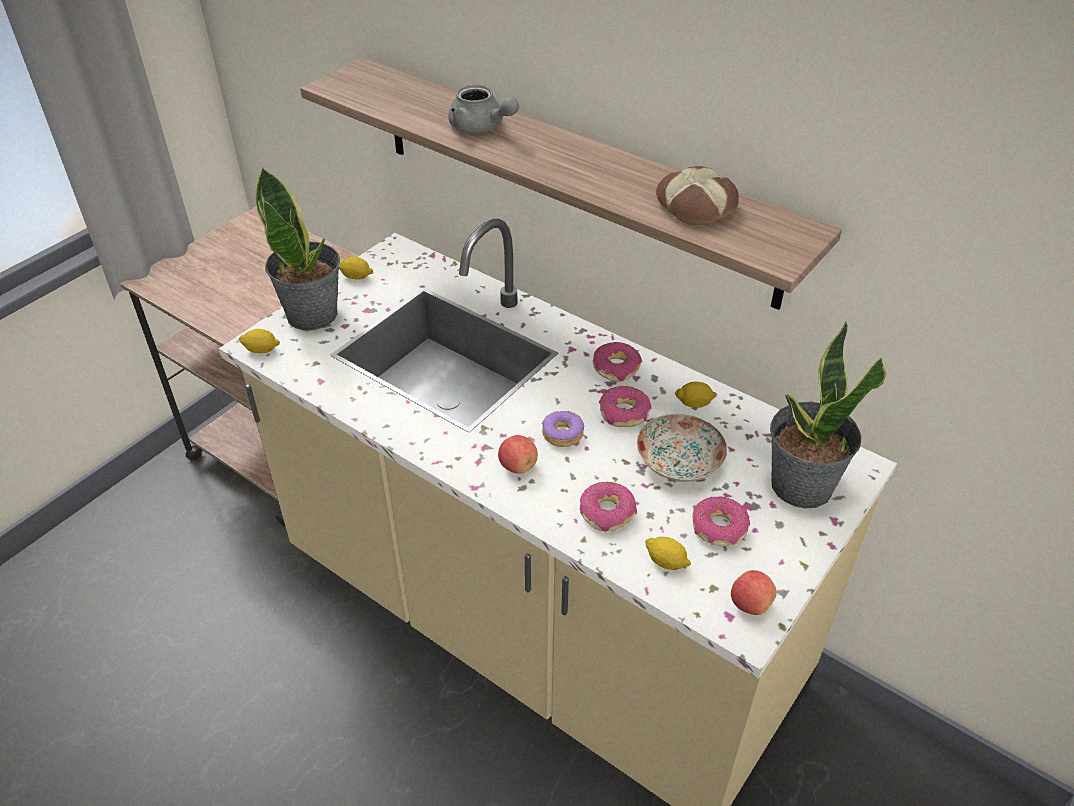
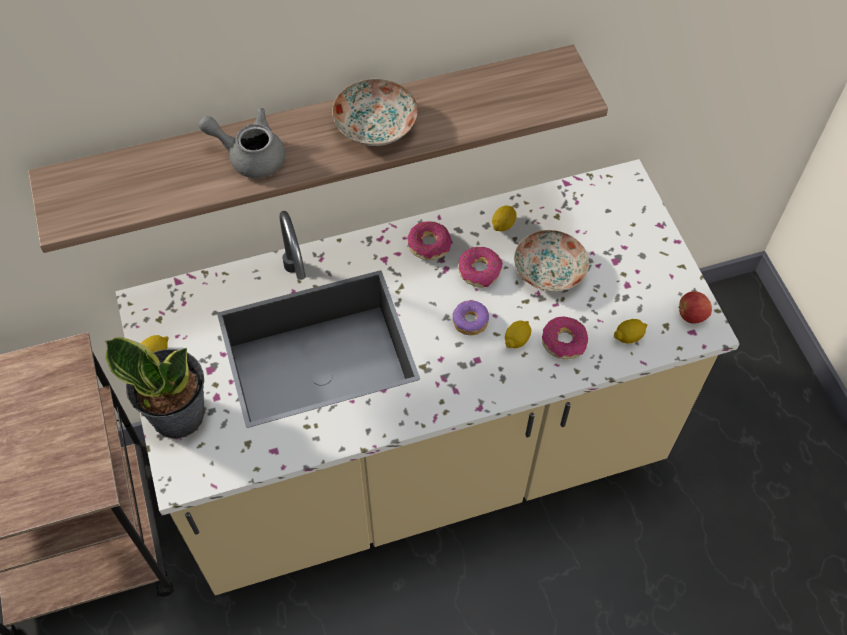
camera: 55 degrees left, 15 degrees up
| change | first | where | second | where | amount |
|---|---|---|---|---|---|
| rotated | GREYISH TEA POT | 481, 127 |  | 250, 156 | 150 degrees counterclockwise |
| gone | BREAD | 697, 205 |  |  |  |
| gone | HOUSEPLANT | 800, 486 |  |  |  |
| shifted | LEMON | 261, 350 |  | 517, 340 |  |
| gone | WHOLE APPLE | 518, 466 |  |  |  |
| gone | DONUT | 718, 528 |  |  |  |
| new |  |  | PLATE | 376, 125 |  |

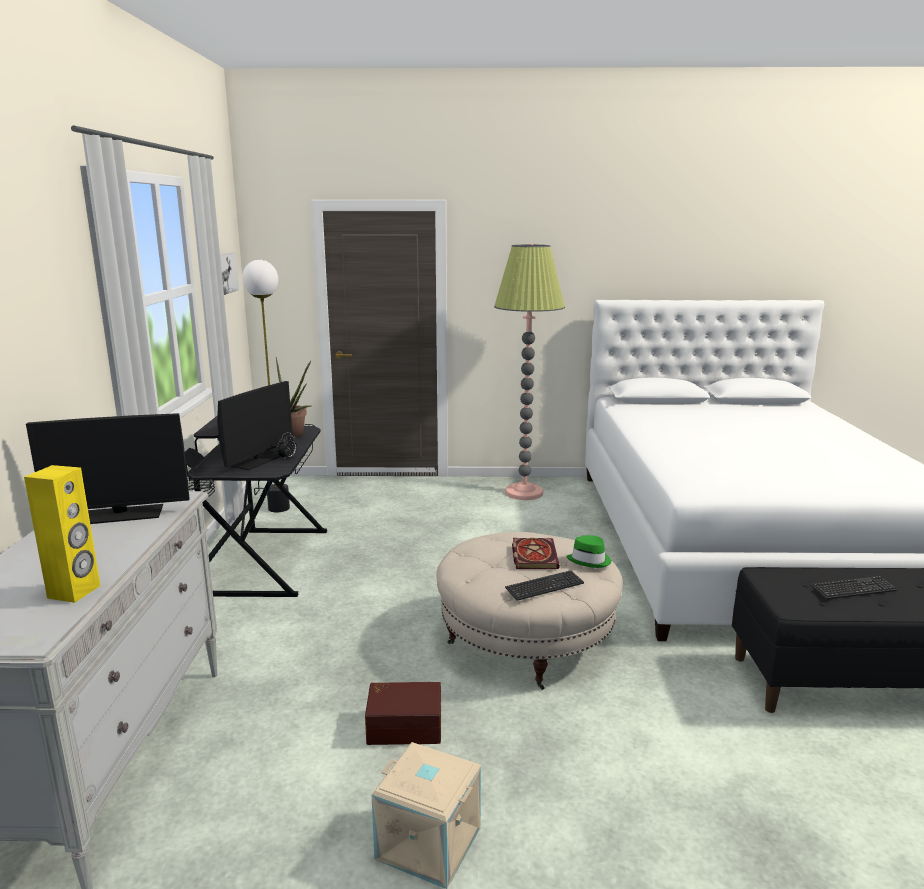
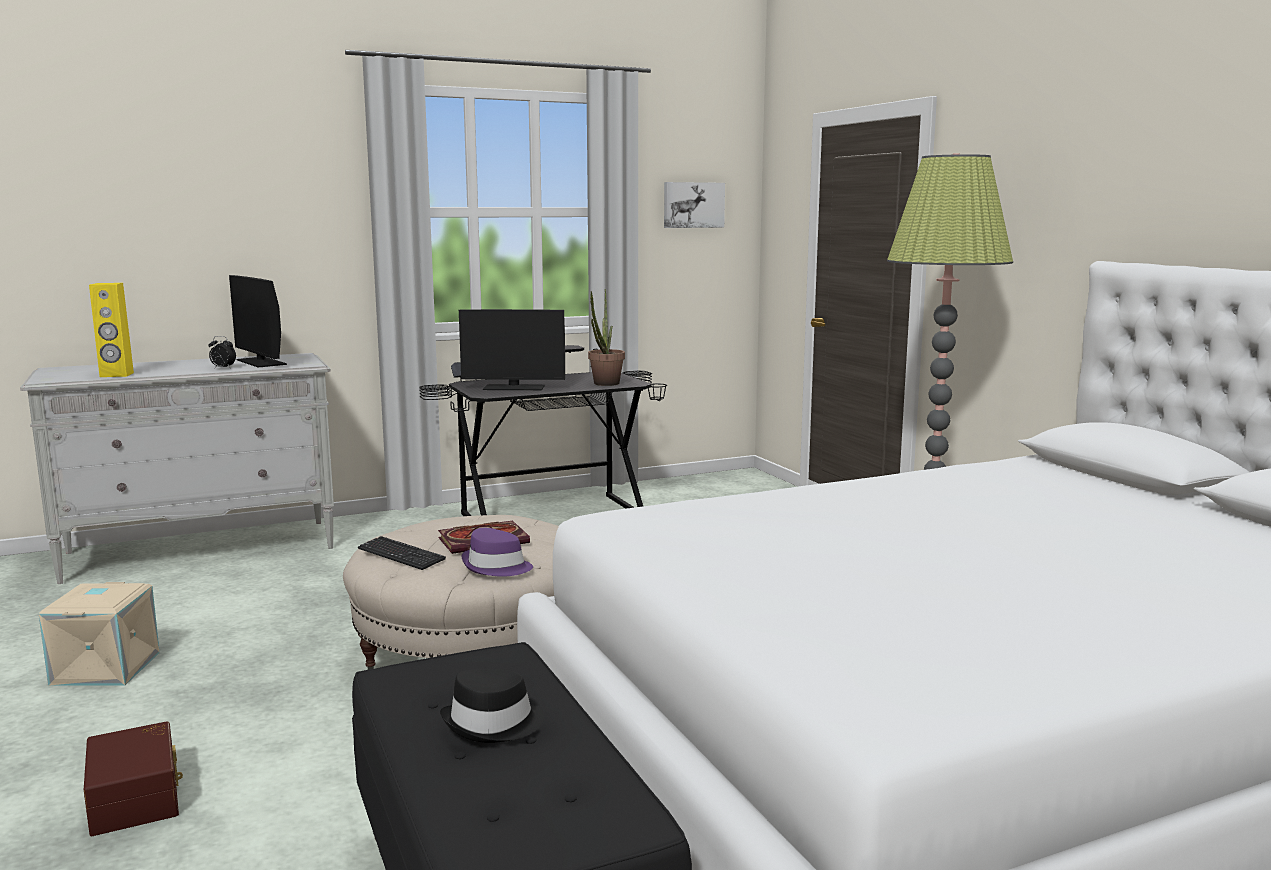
camera: 65 degrees right, 5 degrees down
| change | first | where | second | where | amount |
|---|---|---|---|---|---|
| gone | STANDARD LAMP | 279, 508 |  |  |  |
| shifted | TABLE CLOCK | 288, 458 |  | 222, 368 |  |
| repainted | GREEN HAT | 590, 560 | PURPLISH HAT | 496, 567 |  |
| swapped | PC KEYBOARD | 853, 589 | BLACK-COLOURED HAT | 493, 724 |  |
| shifted | BROWN STORAGE CONTAINER | 404, 725 |  | 137, 797 |  |

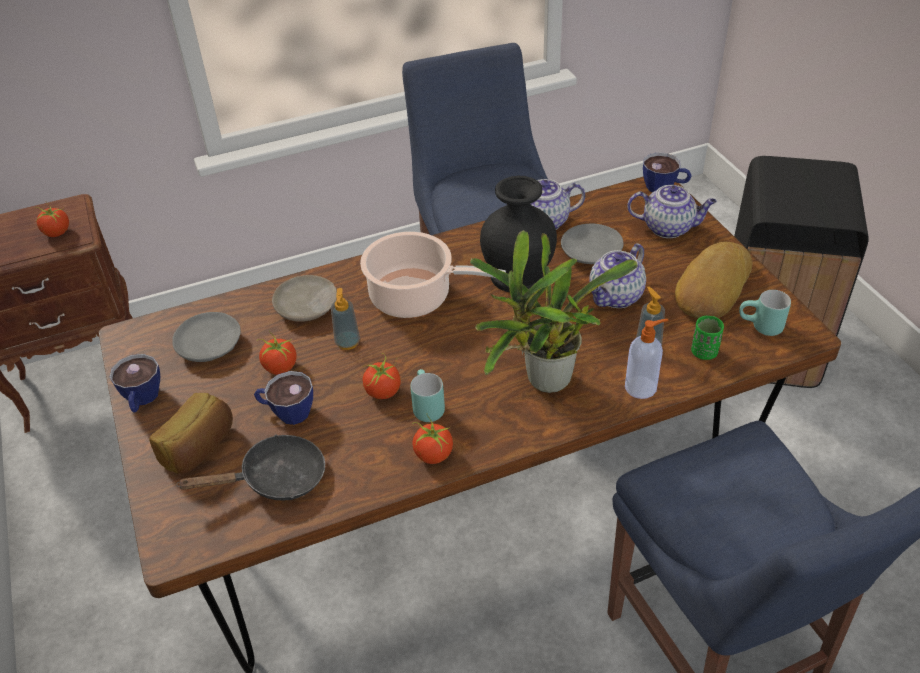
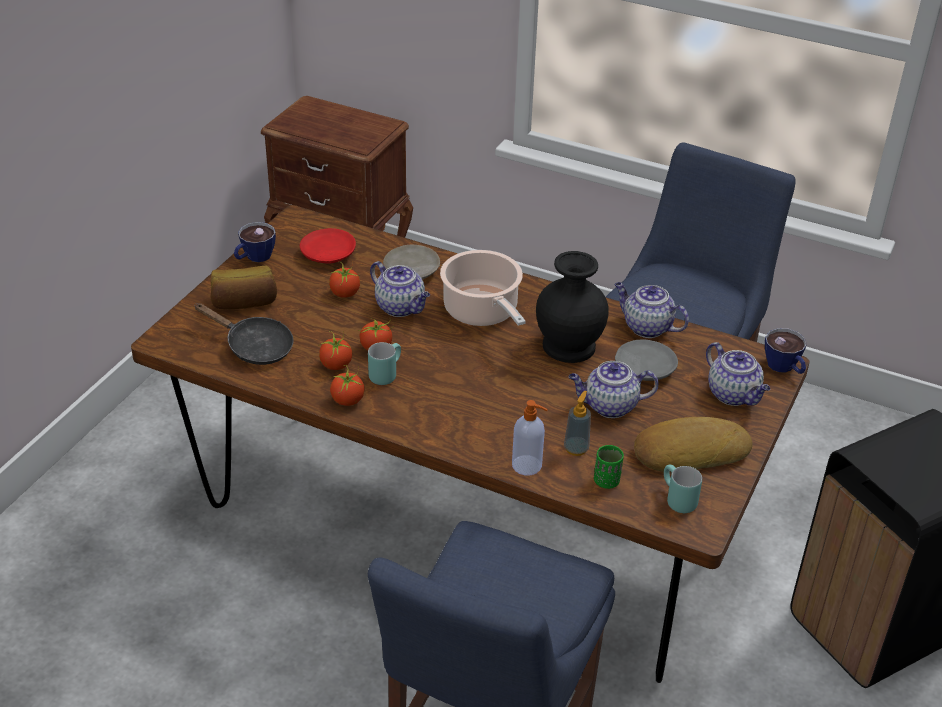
camera: 45 degrees right, 5 degrees down
| change | first | where | second | where | amount |
|---|---|---|---|---|---|
| shifted | TOMATO | 57, 232 |  | 336, 365 |  |
| gone | HOUSEPLANT | 543, 383 |  |  |  |
| swapped | LIQUID SOAP BOTTLE | 347, 342 | TEA POT | 401, 307 |  |
| repainted | GREYISH PLATE | 209, 346 | RED-COLOURED PLATE | 327, 254 |  |
| gone | SMALL CUP | 287, 412 |  |  |  |

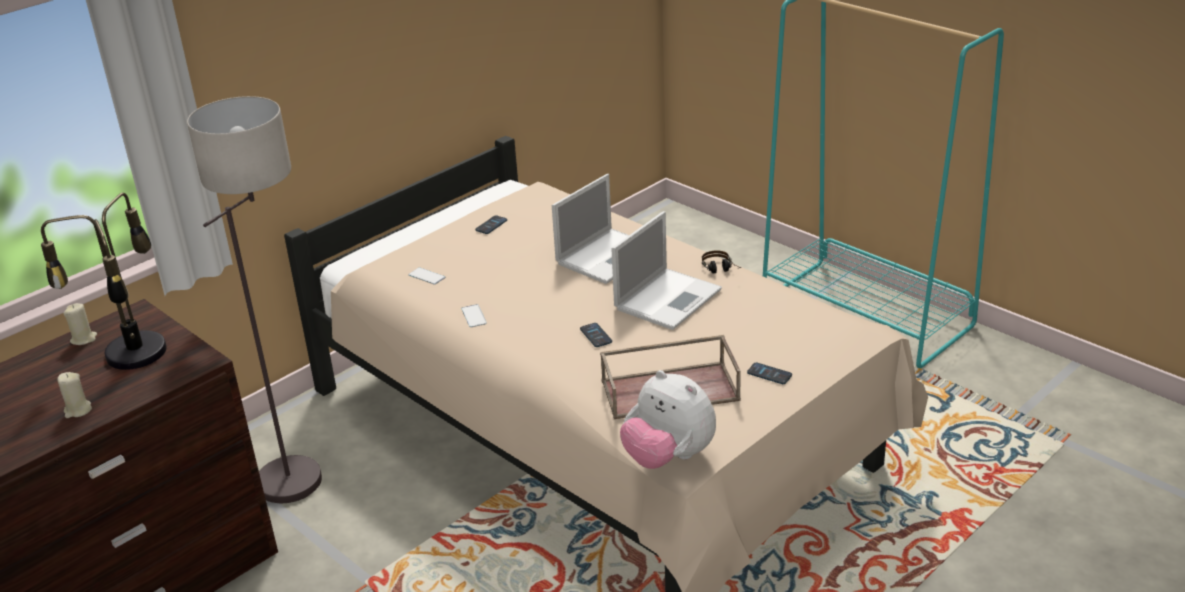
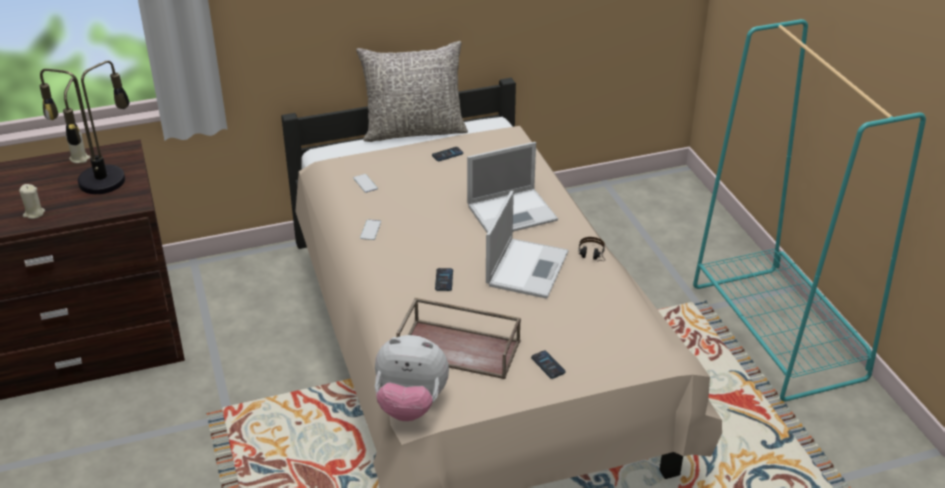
camera: 25 degrees right, 5 degrees up
| change | first | where | second | where | amount |
|---|---|---|---|---|---|
| gone | GREYISH STANDARD LAMP | 302, 470 |  |  |  |
| rotated | LAPTOP | 669, 298 |  | 527, 267 | 45 degrees counterclockwise |
| rotated | PLUSH TOY | 668, 457 |  | 410, 405 | 60 degrees counterclockwise |
| new |  |  | GREYISH THROW PILLOW | 414, 130 |  |

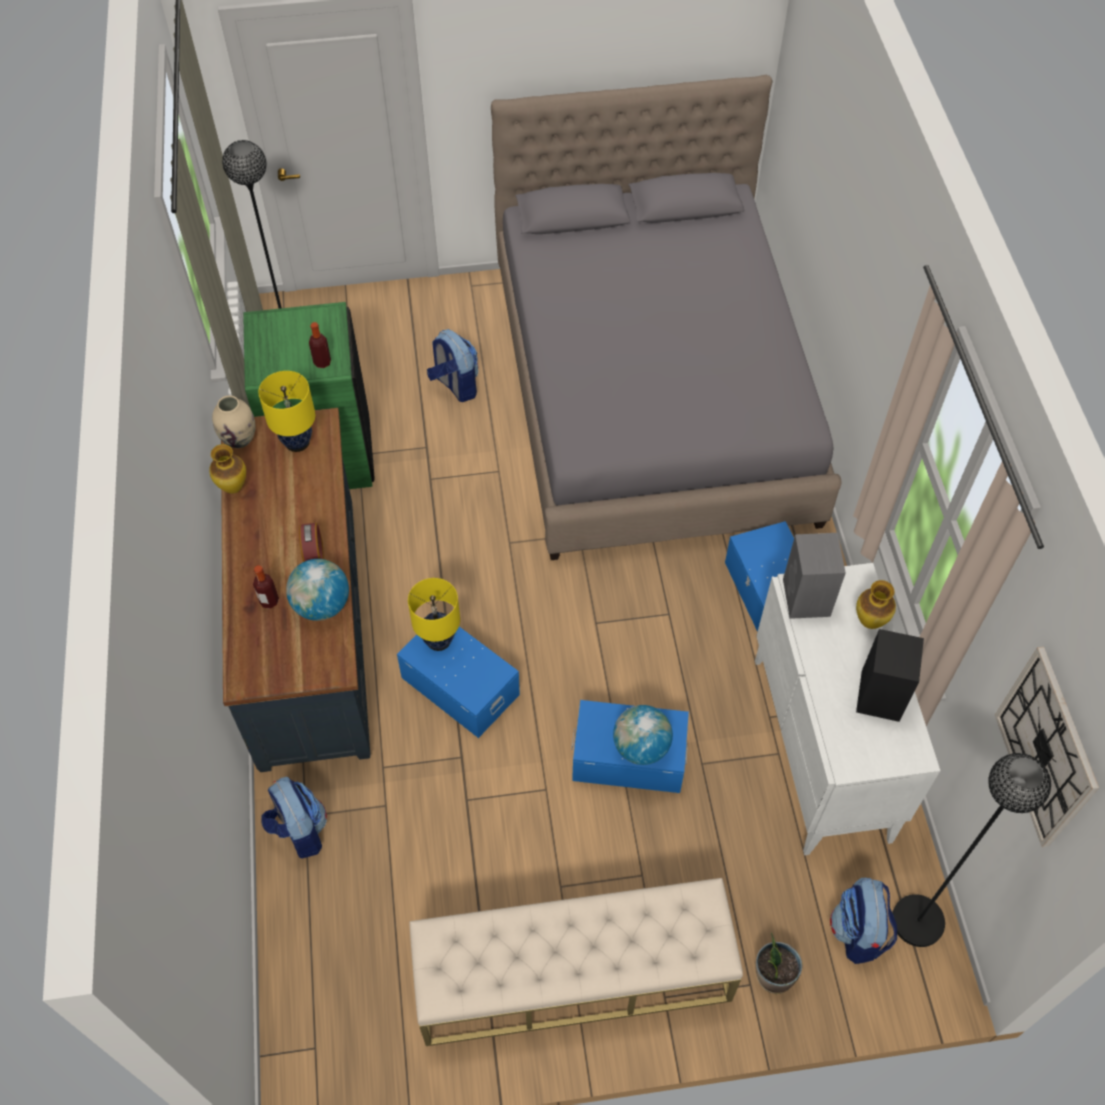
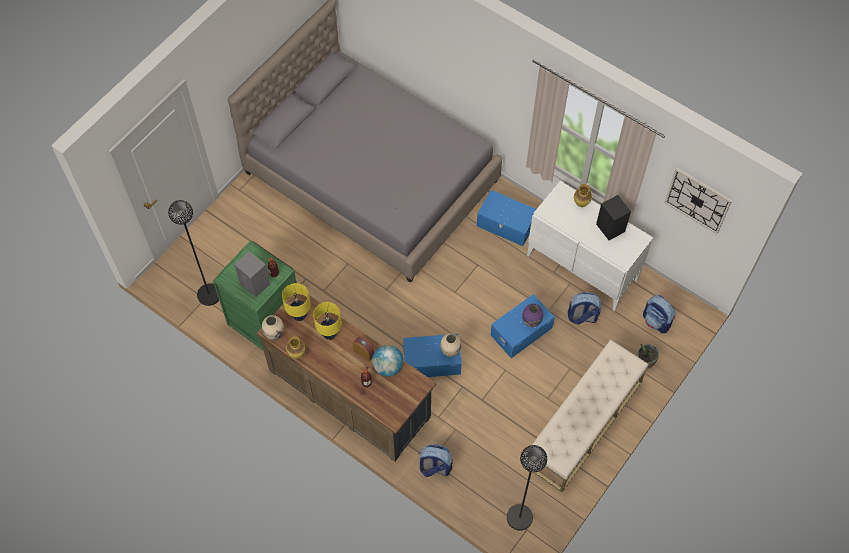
camera: 45 degrees left, 5 degrees up
| change | first | where | second | where | amount |
|---|---|---|---|---|---|
| shifted | RUCKSACK | 455, 385 |  | 582, 317 |  |
| shifted | GREYISH AUDIO SPEAKER | 806, 599 |  | 255, 284 |  |
| shifted | YELLOW-COLOURED TABLE LAMP | 439, 640 |  | 330, 333 |  |
| swapped | GLOBE | 641, 747 | PURPLISH DECORATIVE VASE | 531, 321 |  |
| shifted | BLACK-COLOURED STANDARD LAMP | 917, 921 |  | 519, 517 |  |
| new |  |  | BEIGE DECORATIVE VASE | 450, 351 |  |

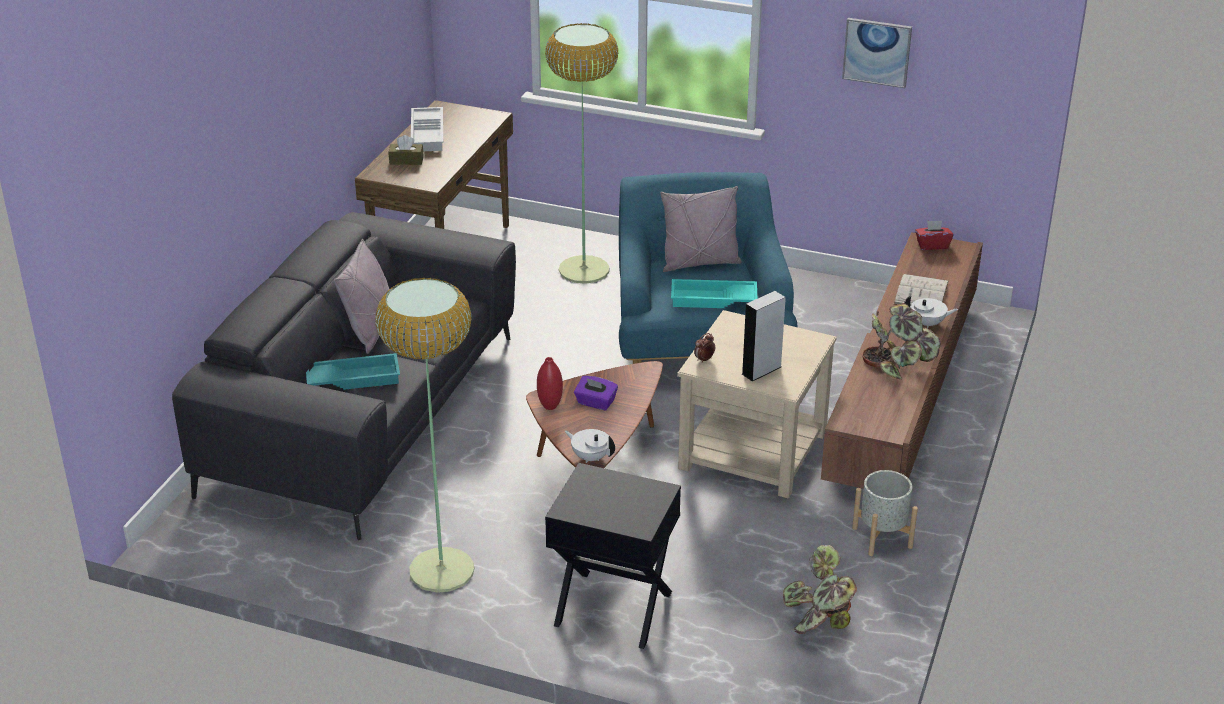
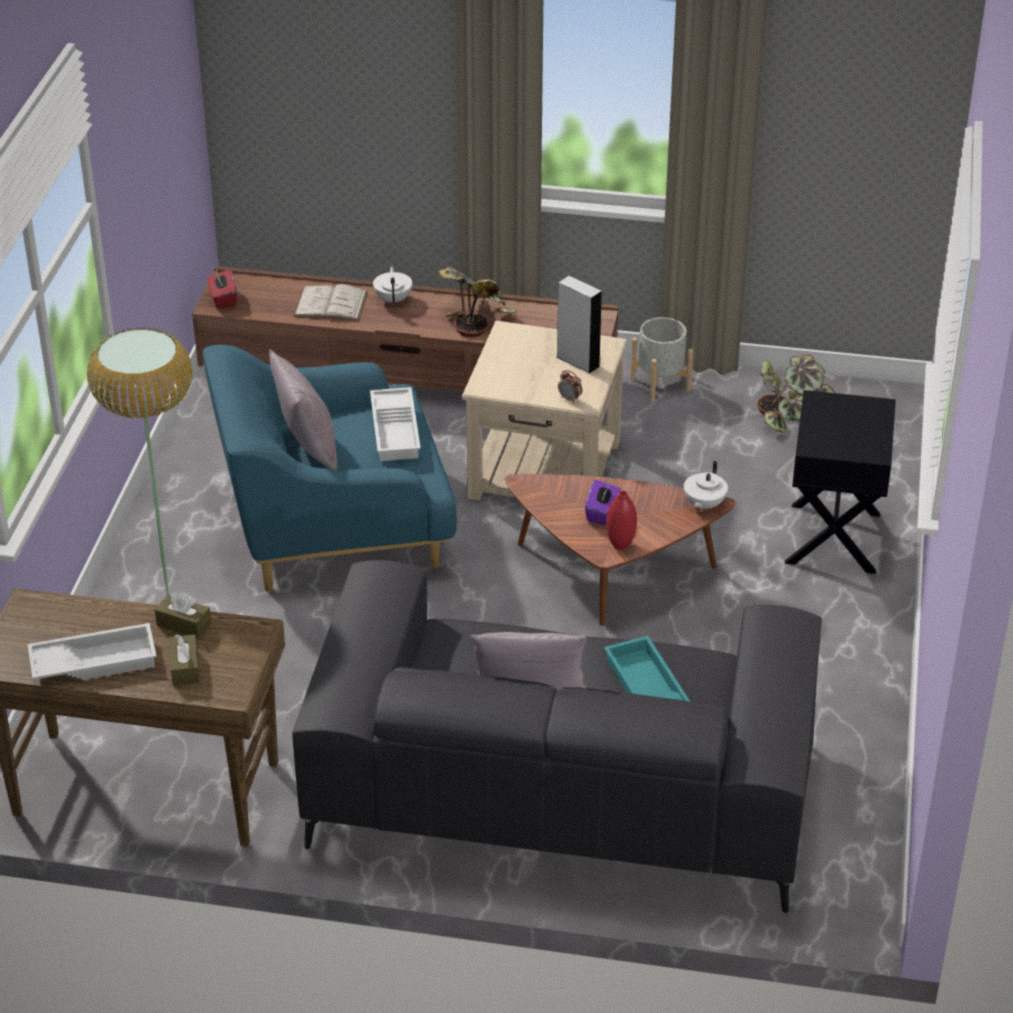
camera: 100 degrees left, 5 degrees up
| change | first | where | second | where | amount |
|---|---|---|---|---|---|
| gone | WALL ART | 877, 52 |  |  |  |
| gone | STANDARD LAMP | 442, 570 |  |  |  |
| repainted | TURQUOISE-COLOURED SERVING TRAY | 712, 300 | WHITE SERVING TRAY | 396, 430 |  |
| new |  |  | BROWN BOX OF TISSUES | 184, 624 |  |

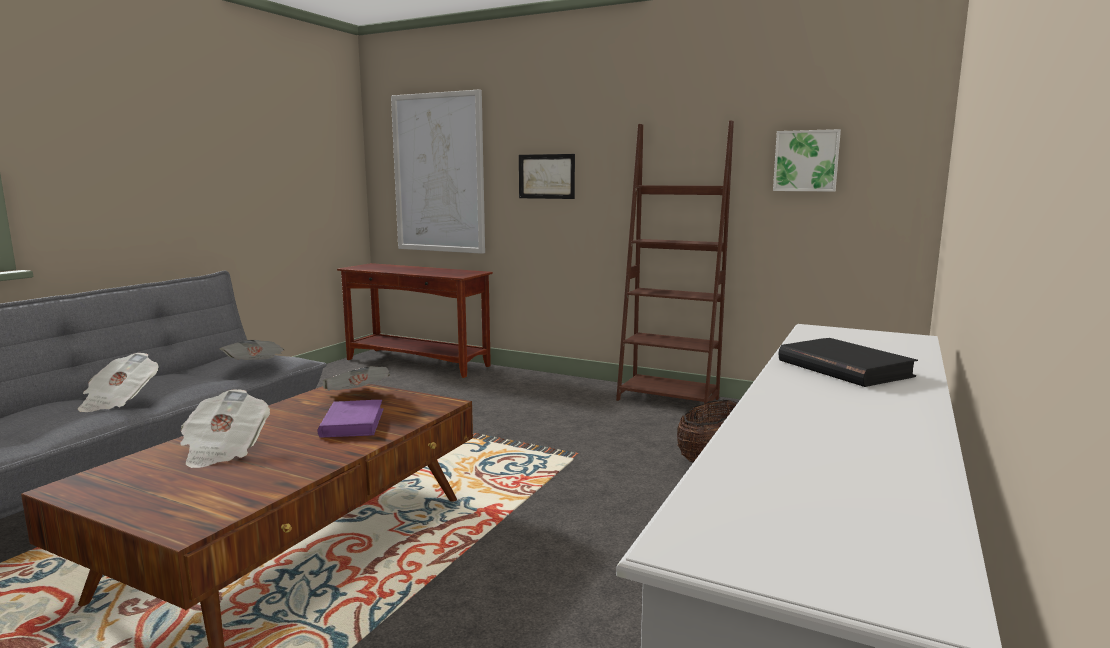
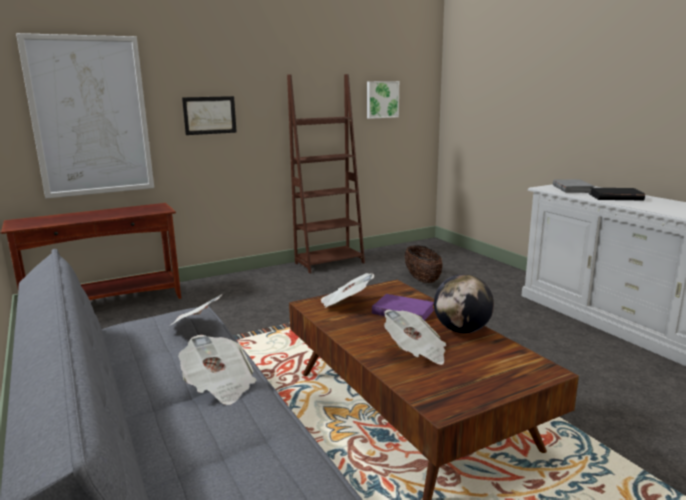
camera: 55 degrees left, 5 degrees up
| change | first | where | second | where | amount |
|---|---|---|---|---|---|
| new |  |  | GREYISH VOLUME | 572, 189 |  |
| new |  |  | GLOBE | 461, 330 |  |

